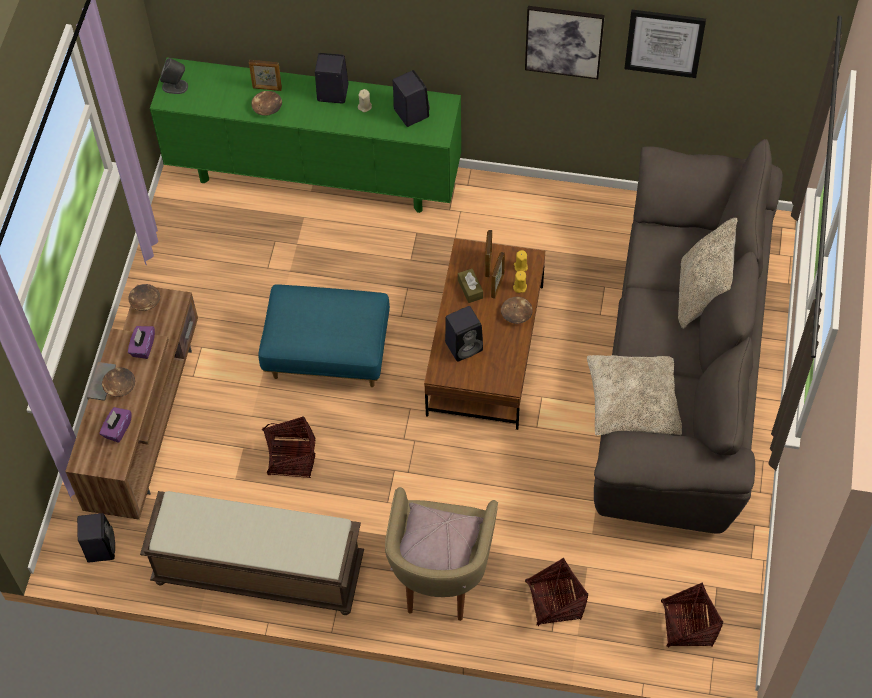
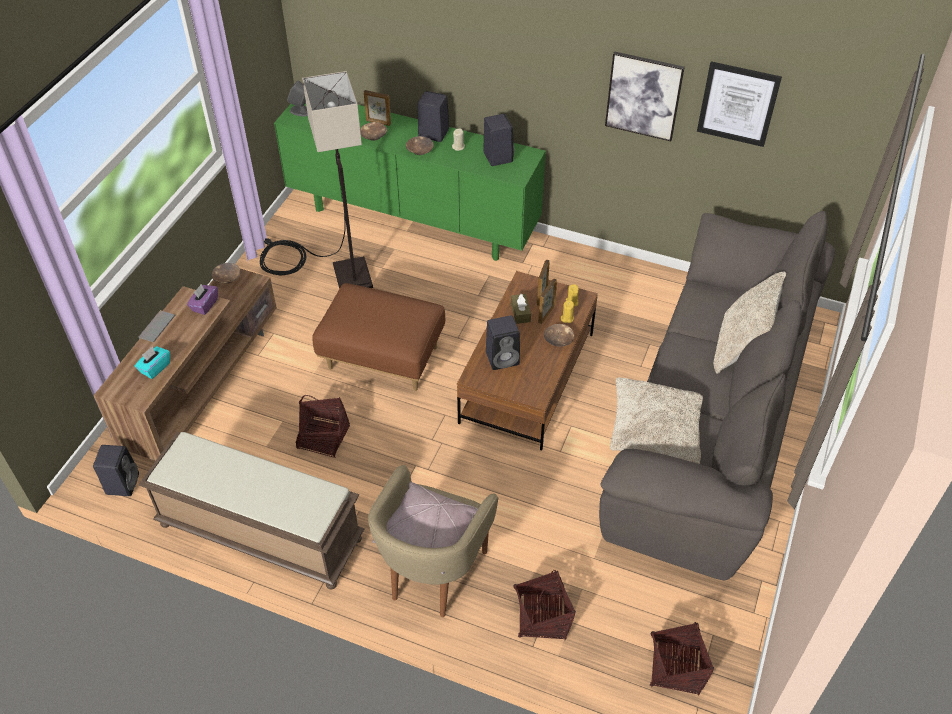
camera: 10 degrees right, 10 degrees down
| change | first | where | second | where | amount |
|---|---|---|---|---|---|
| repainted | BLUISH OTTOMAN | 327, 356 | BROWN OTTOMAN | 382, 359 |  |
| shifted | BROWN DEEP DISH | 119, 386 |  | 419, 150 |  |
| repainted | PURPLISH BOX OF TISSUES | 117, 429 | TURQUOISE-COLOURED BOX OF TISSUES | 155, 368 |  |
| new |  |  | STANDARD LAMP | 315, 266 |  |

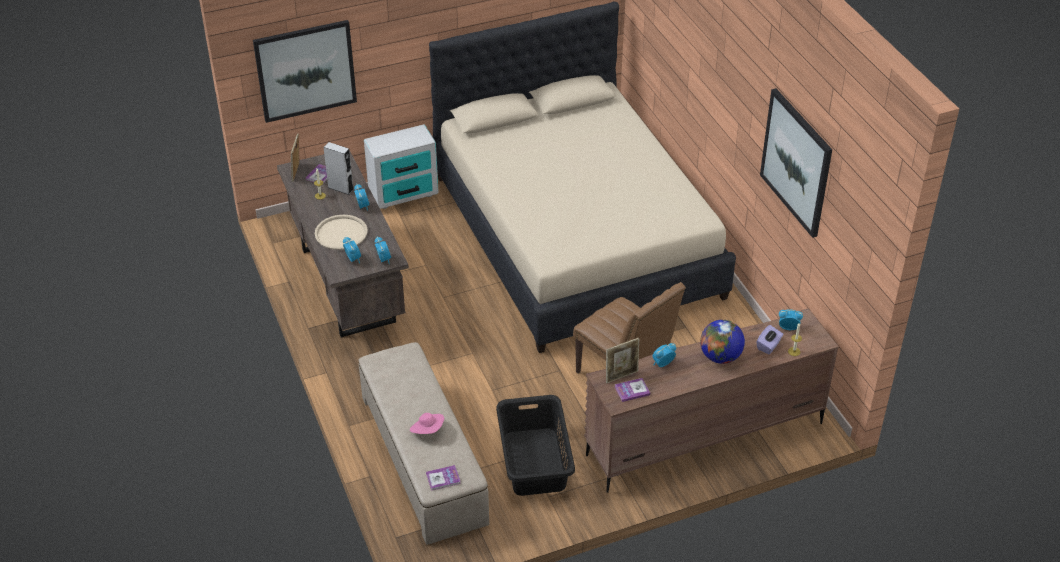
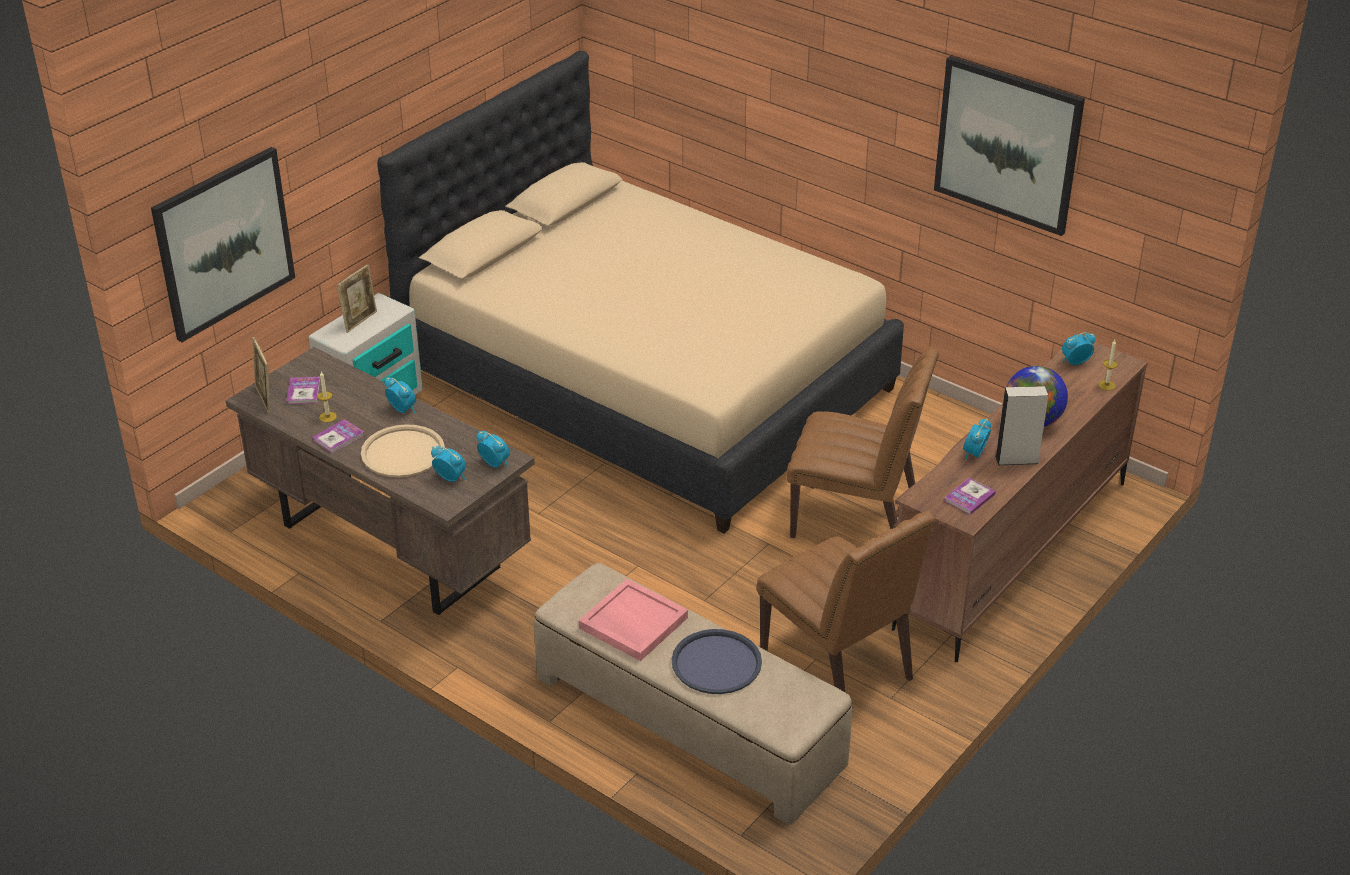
camera: 30 degrees left, 5 degrees down
| change | first | where | second | where | amount |
|---|---|---|---|---|---|
| shifted | GREYISH AUDIO SPEAKER | 340, 188 |  | 1017, 459 |  |
| gone | PURPLISH BOX OF TISSUES | 768, 346 |  |  |  |
| shifted | PHOTO FRAME | 621, 376 |  | 360, 321 |  |
| swapped | BLACK-COLOURED LAUNDRY BASKET | 534, 462 | BROWN PLAIN CHAIR | 835, 664 |  |
| swapped | PINK HAT | 428, 430 | BLUISH SERVING TRAY | 716, 663 |  |
| shifted | VOLUME | 443, 478 |  | 338, 437 |  |
| new |  |  | PINK SERVING TRAY | 632, 623 |  |

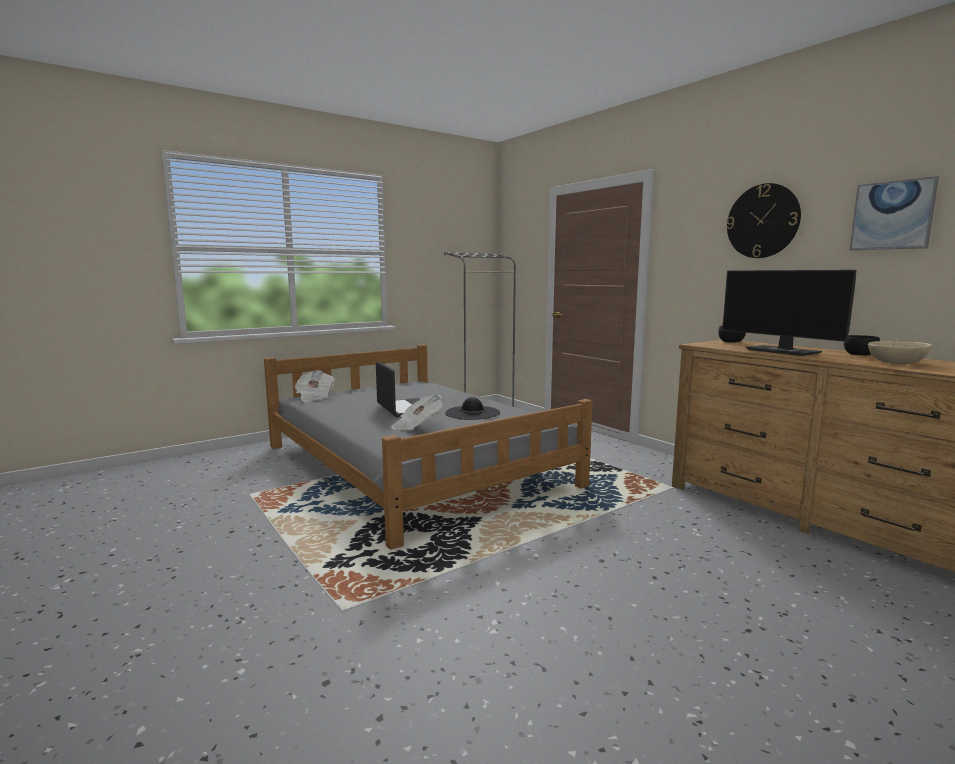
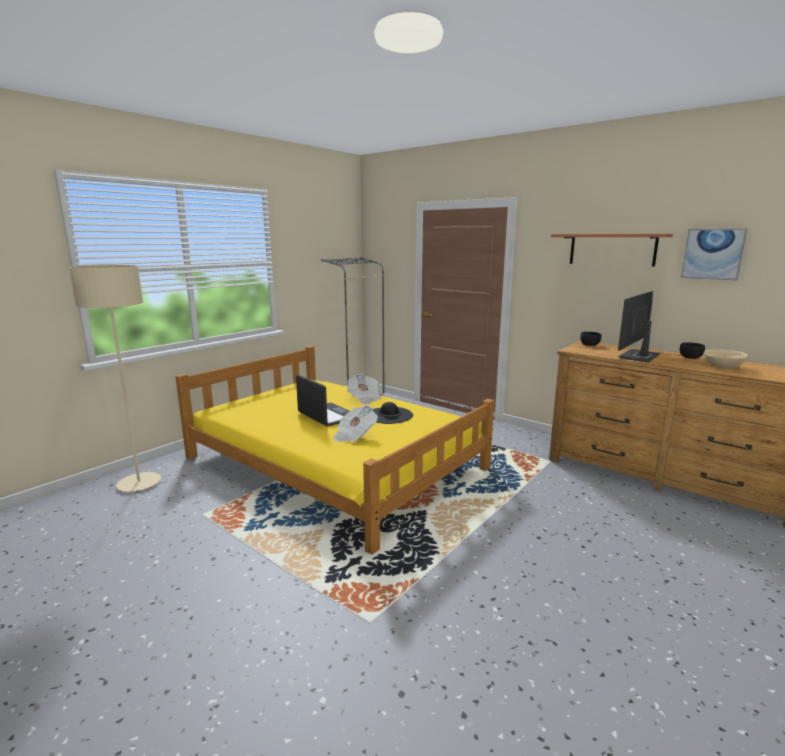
camera: 15 degrees left, 5 degrees up
| change | first | where | second | where | amount |
|---|---|---|---|---|---|
| swapped | CLOCK ON THE WALL | 762, 221 | WALL SHELF | 612, 249 |  |
| rotated | COMPUTER SCREEN | 784, 351 |  | 639, 356 | 90 degrees clockwise |
| repainted | GREYISH BEDROOM BED | 414, 465 | YELLOW-COLOURED BEDROOM BED | 335, 463 |  |
| shifted | PRINTED PAPER | 314, 397 |  | 364, 398 |  |
| new |  |  | BEIGE STANDARD LAMP | 139, 484 |  |

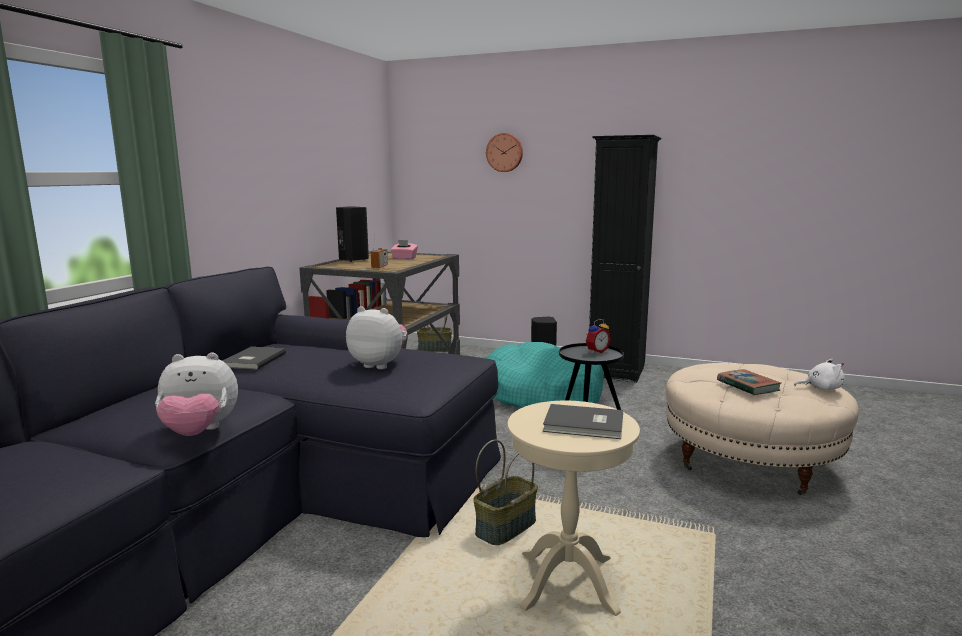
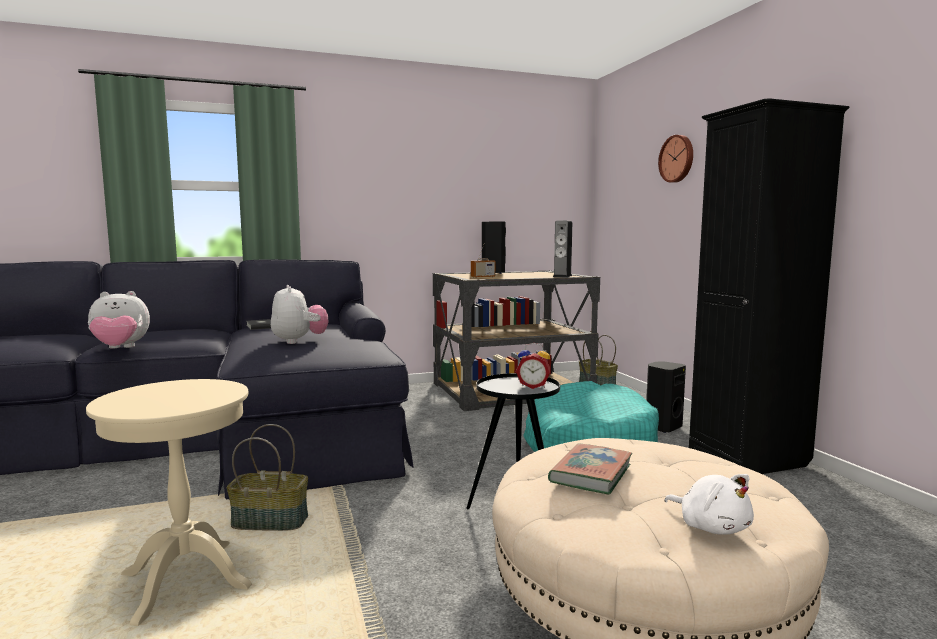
camera: 50 degrees right, 5 degrees down
| change | first | where | second | where | amount |
|---|---|---|---|---|---|
| gone | PINK BOX OF TISSUES | 404, 258 |  |  |  |
| rotated | PLUSH TOY | 199, 432 |  | 120, 348 | 60 degrees counterclockwise |
| gone | GREYISH VOLUME | 585, 425 |  |  |  |
| new |  |  | AUDIO SPEAKER | 562, 276 |  |

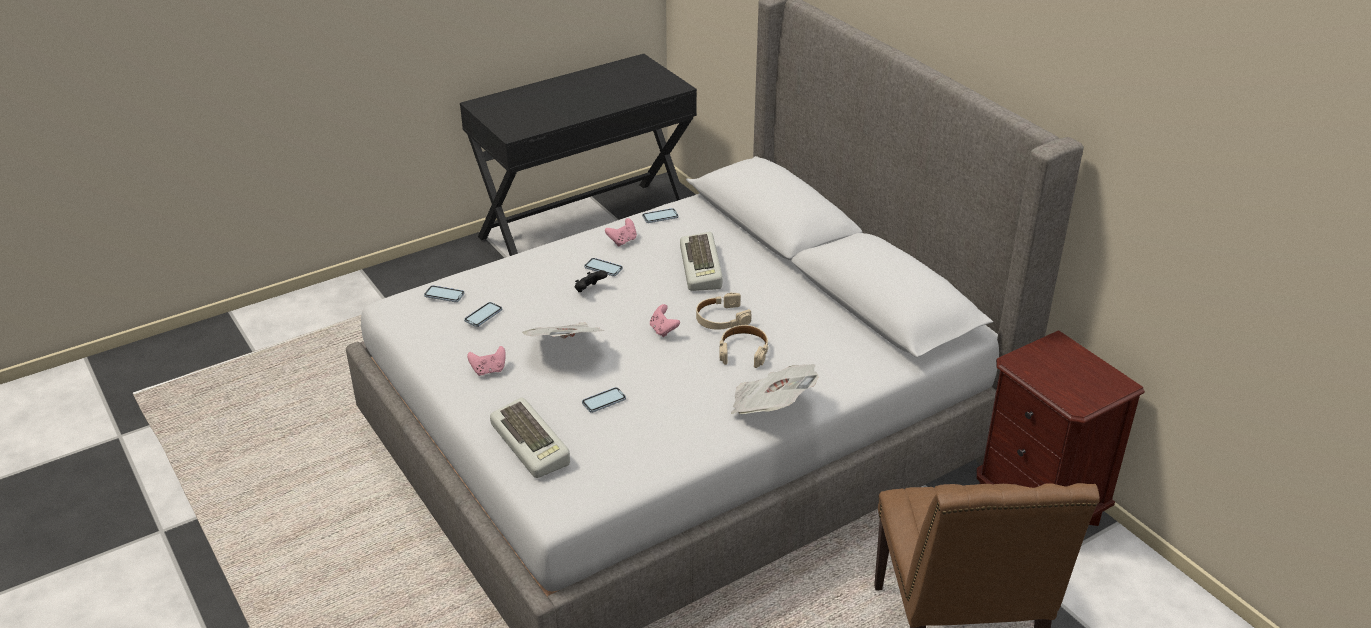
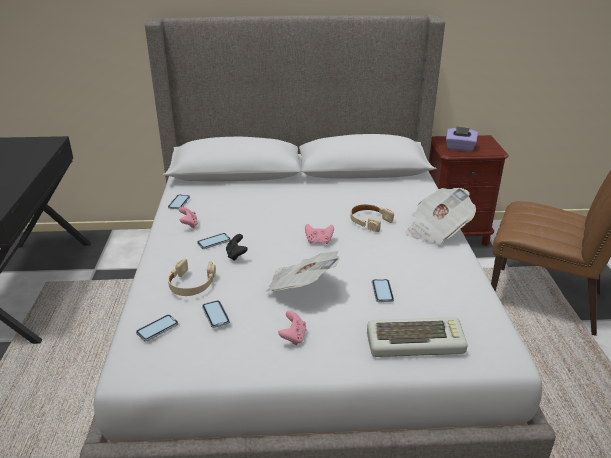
camera: 60 degrees left, 5 degrees down
| change | first | where | second | where | amount |
|---|---|---|---|---|---|
| gone | PC KEYBOARD | 703, 268 |  |  |  |
| shifted | BEIGE HEADSET | 721, 319 |  | 191, 284 |  |
| new |  |  | PURPLISH BOX OF TISSUES | 460, 148 |  |

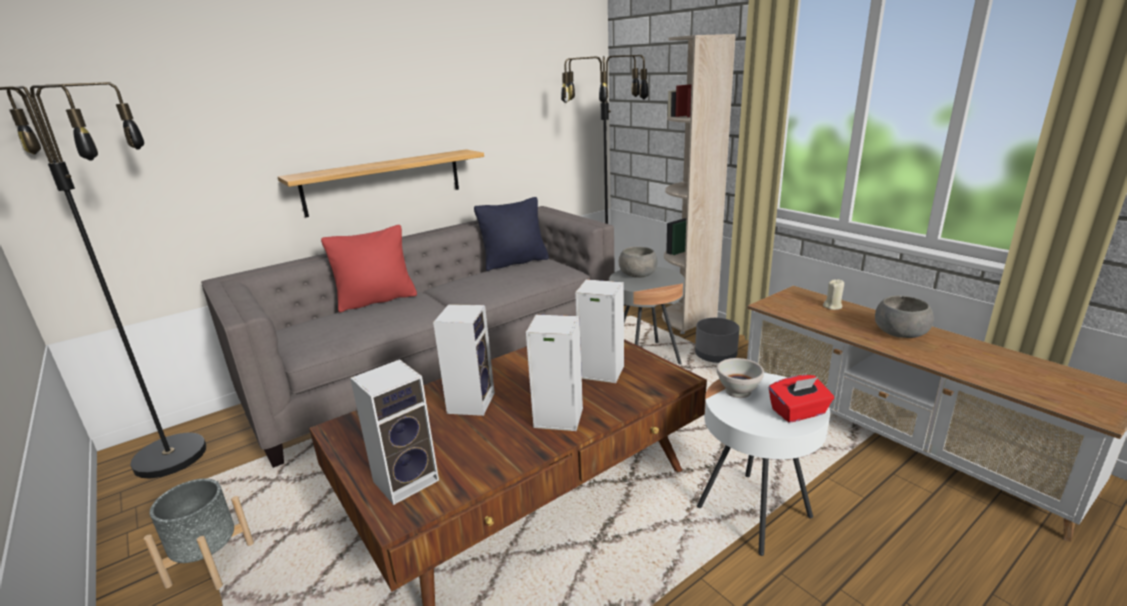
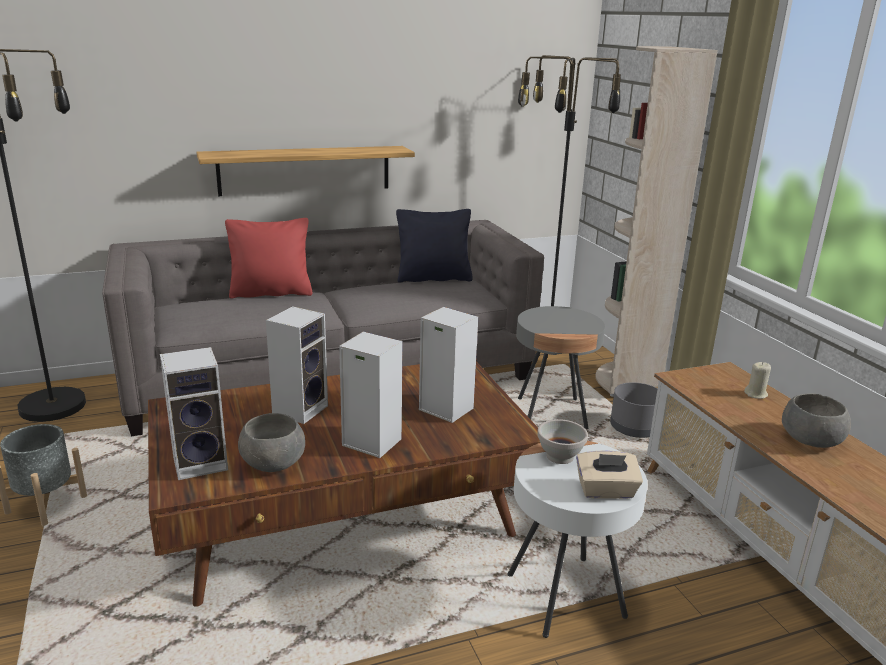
camera: 15 degrees right, 0 degrees up
| change | first | where | second | where | amount |
|---|---|---|---|---|---|
| shifted | GREYISH DEEP DISH | 638, 274 |  | 273, 462 |  |
| repainted | RED-COLOURED BOX OF TISSUES | 798, 412 | BEIGE BOX OF TISSUES | 606, 491 |  |

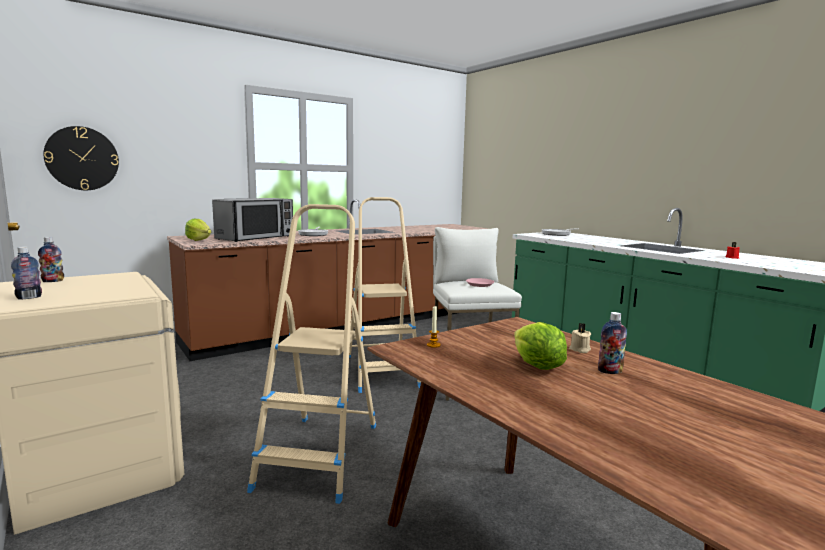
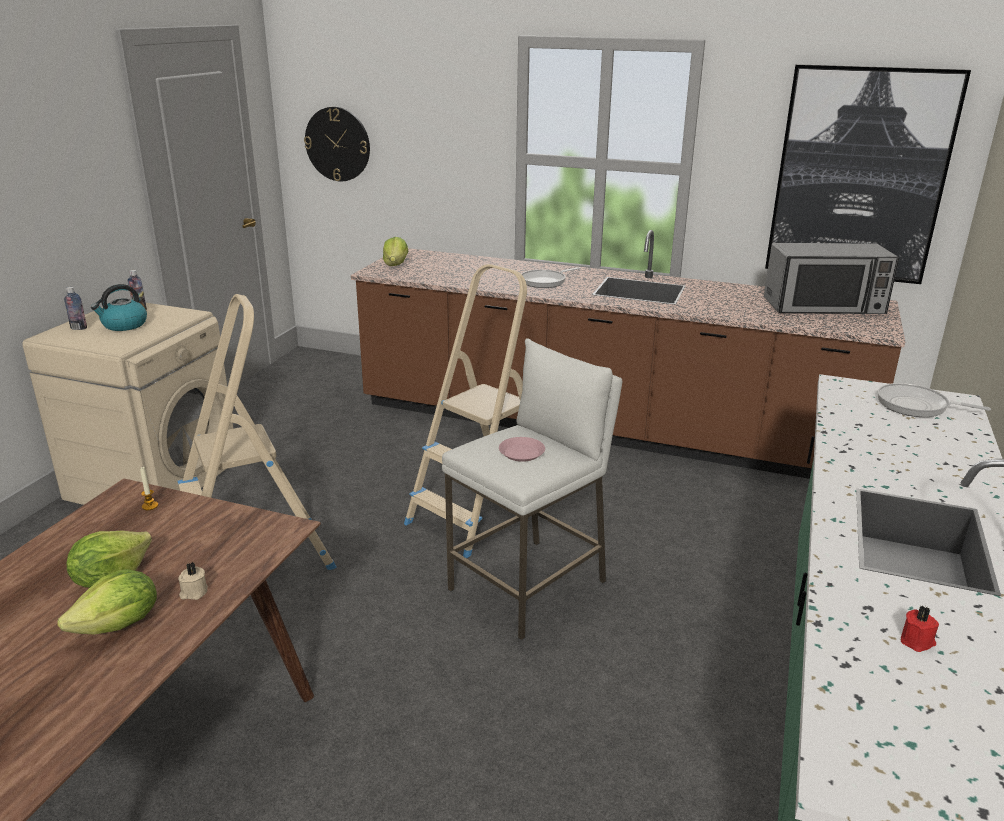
camera: 55 degrees right, 15 degrees up
| change | first | where | second | where | amount |
|---|---|---|---|---|---|
| shifted | MICROWAVE | 256, 237 |  | 824, 307 |  |
| swapped | BOTTLE | 610, 371 | LETTUCE HEAD | 119, 626 |  |
| new |  |  | WALL ART | 859, 176 |  |
| new |  |  | WATER KETTLE | 124, 325 |  |

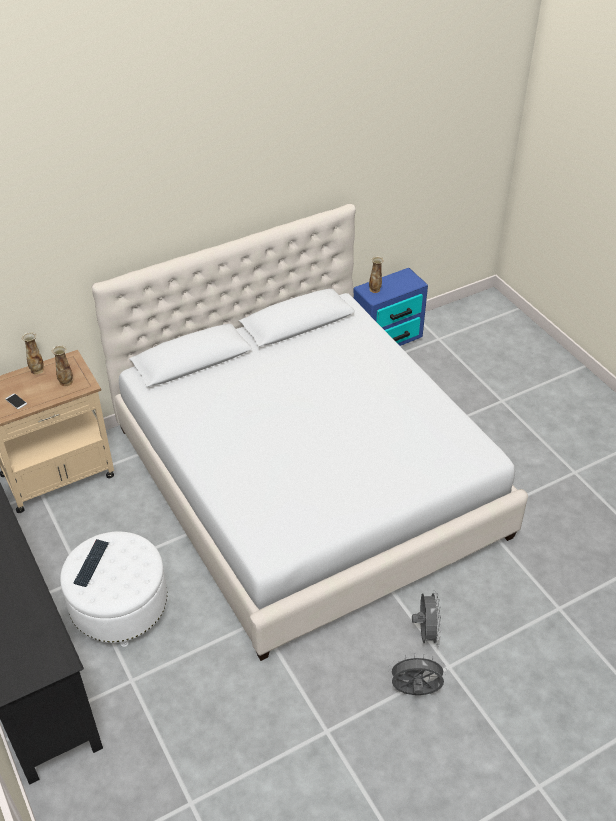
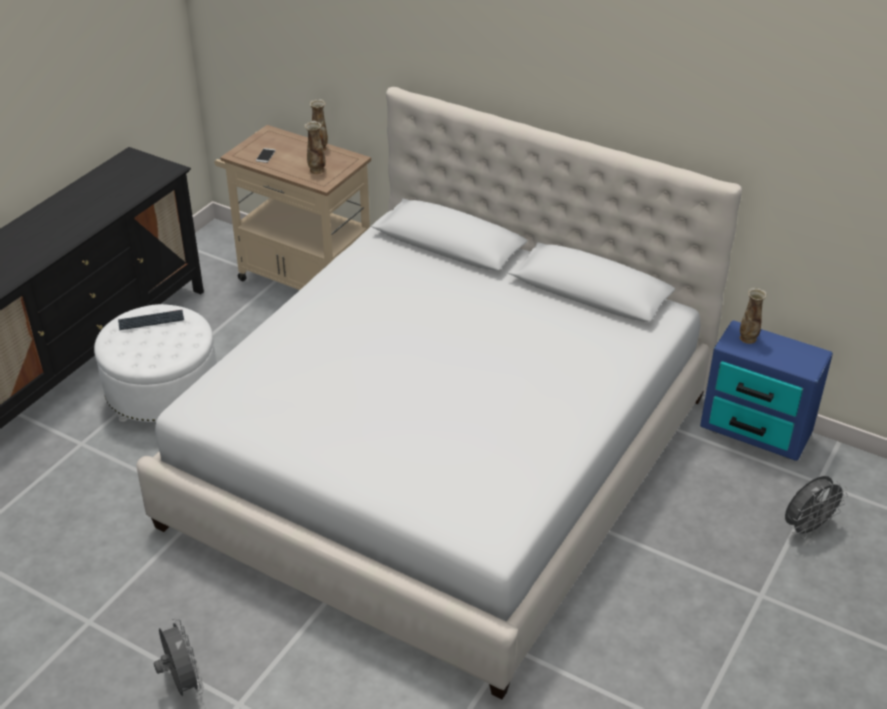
camera: 60 degrees right, 5 degrees down
| change | first | where | second | where | amount |
|---|---|---|---|---|---|
| shifted | GREYISH COOLING FAN | 425, 633 |  | 807, 528 |  |

